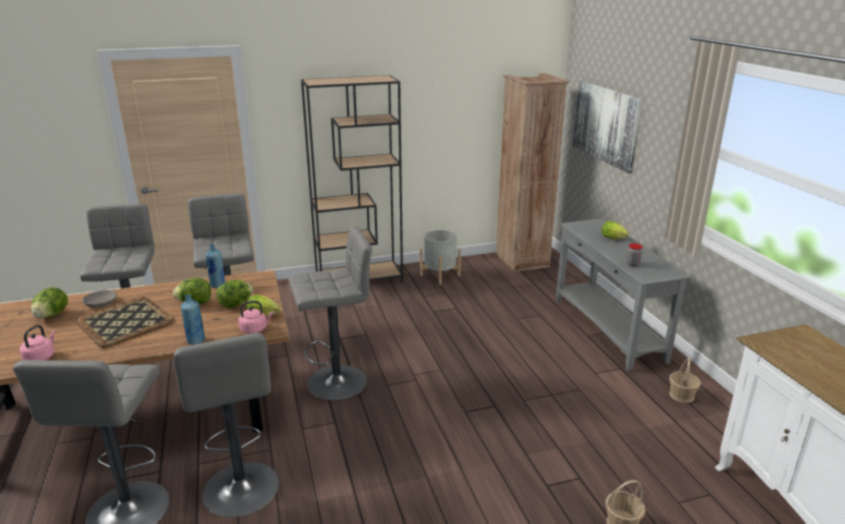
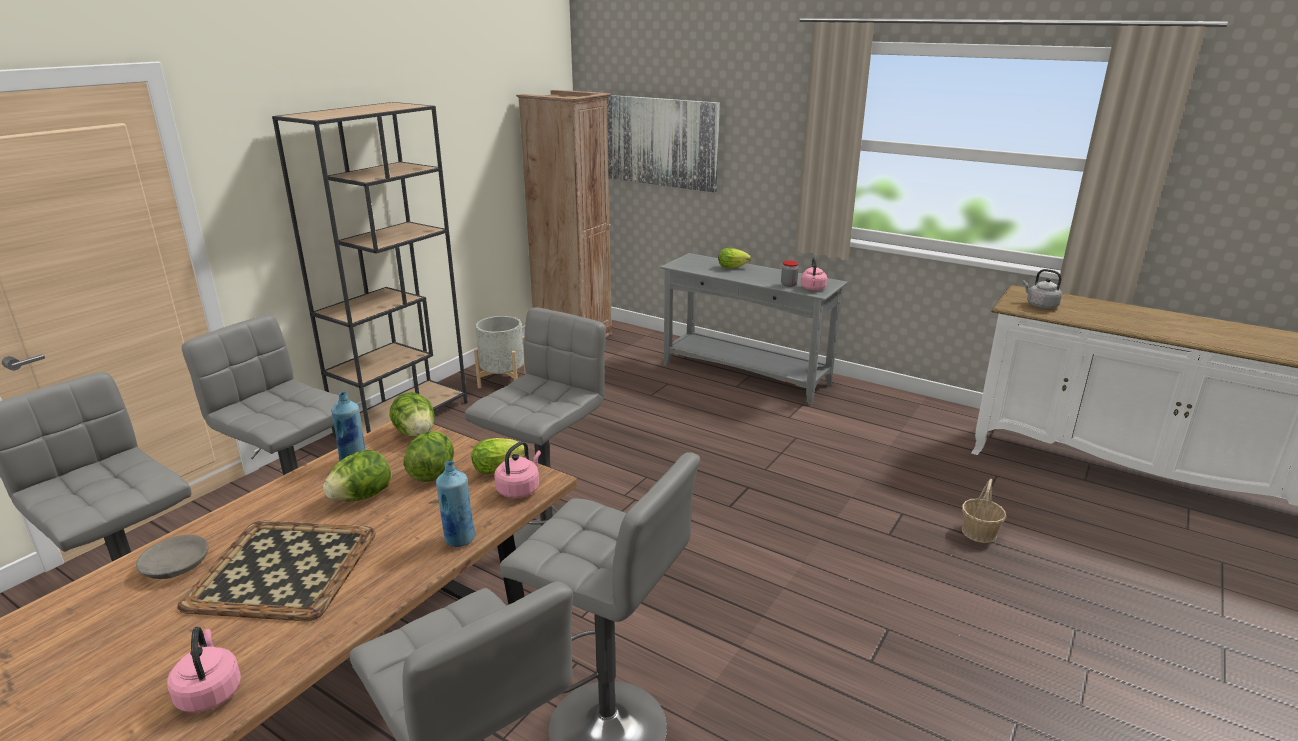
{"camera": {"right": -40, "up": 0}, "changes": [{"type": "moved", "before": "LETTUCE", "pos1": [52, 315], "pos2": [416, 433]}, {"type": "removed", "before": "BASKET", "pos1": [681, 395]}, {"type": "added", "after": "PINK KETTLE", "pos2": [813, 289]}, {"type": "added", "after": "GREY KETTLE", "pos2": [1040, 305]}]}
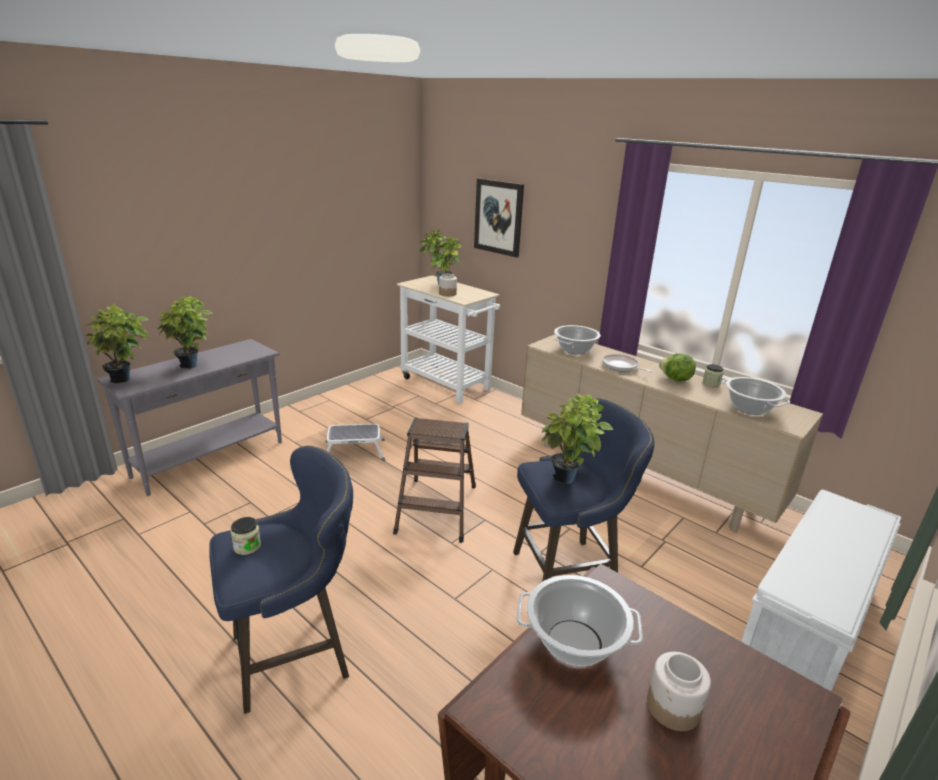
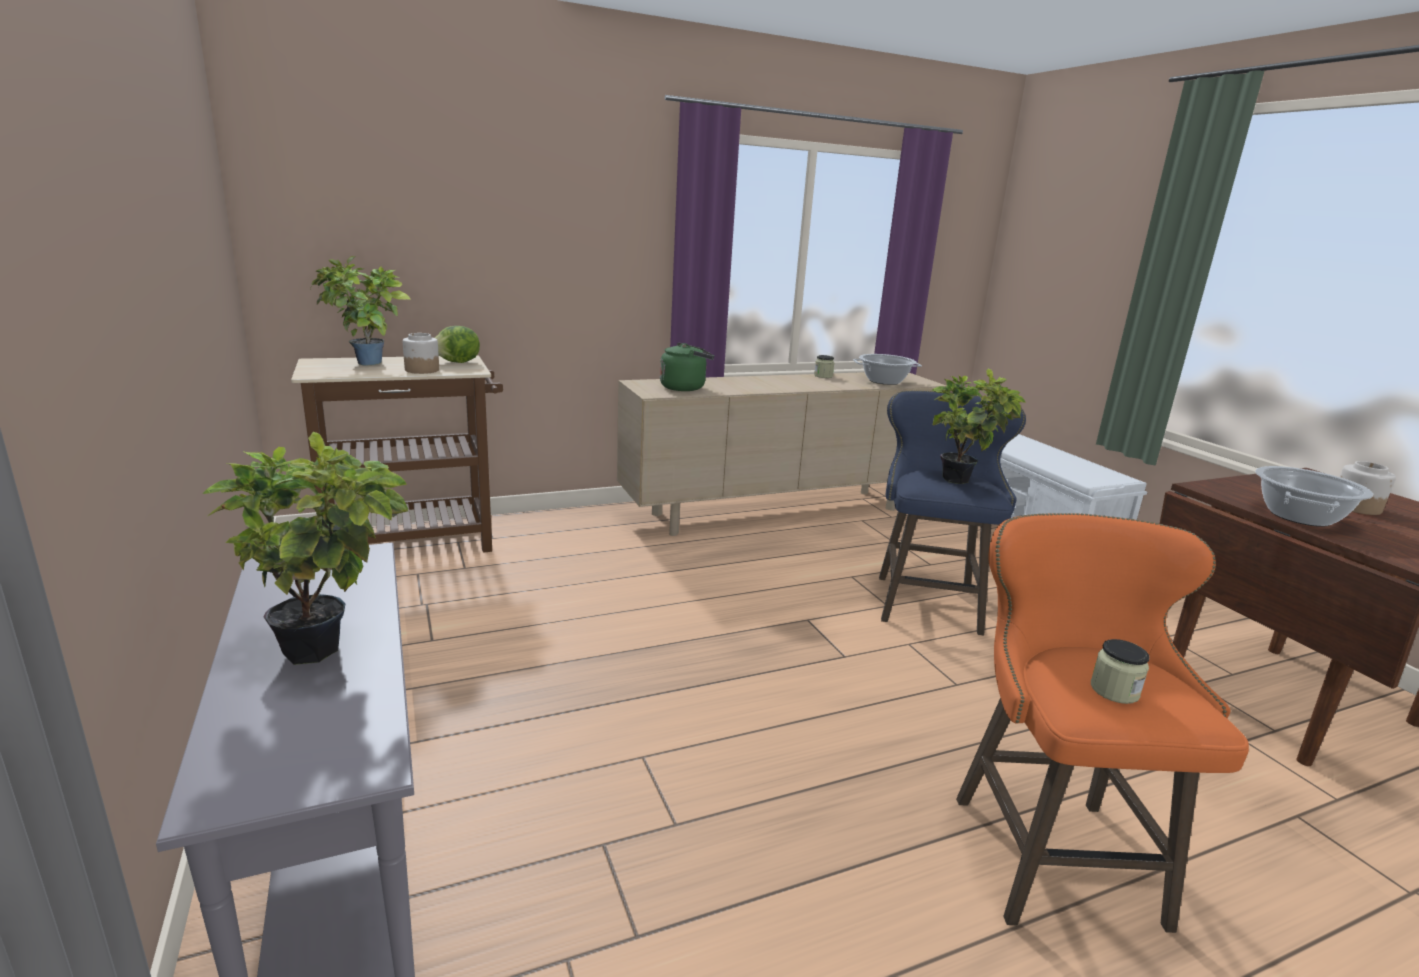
{"camera": {"right": -65, "up": -5}, "changes": [{"type": "removed", "before": "PICTURE", "pos1": [498, 217]}, {"type": "recoloured", "before": "WHITE CART", "after": "BROWN CART", "pos1": [446, 384], "pos2": [413, 543]}, {"type": "removed", "before": "POTTED PLANT", "pos1": [126, 380]}, {"type": "replaced", "before": "COOKING POT", "after": "GREEN KETTLE", "pos1": [575, 350], "pos2": [685, 387]}, {"type": "moved", "before": "LETTUCE", "pos1": [675, 379], "pos2": [458, 362]}, {"type": "removed", "before": "FRYING PAN", "pos1": [621, 367]}, {"type": "removed", "before": "BROWN STEP LADDER", "pos1": [437, 508]}, {"type": "removed", "before": "GREY STEP LADDER", "pos1": [354, 451]}, {"type": "recoloured", "before": "BLUE STOOL", "after": "ORANGE STOOL", "pos1": [296, 653], "pos2": [1051, 850]}]}
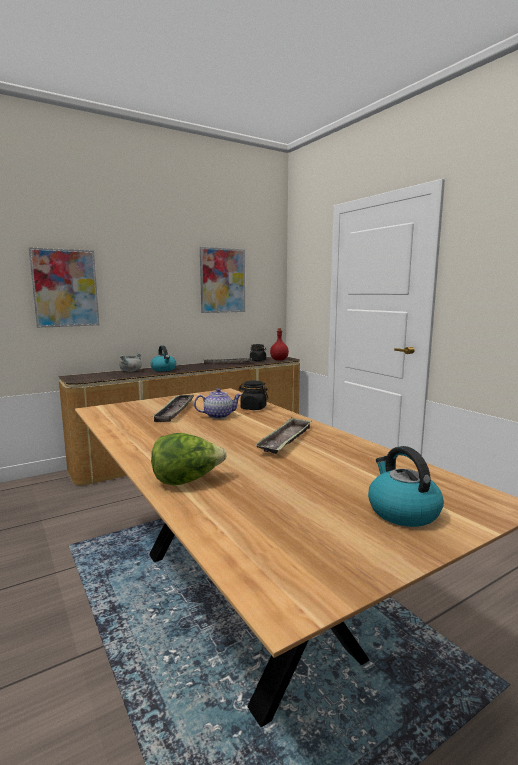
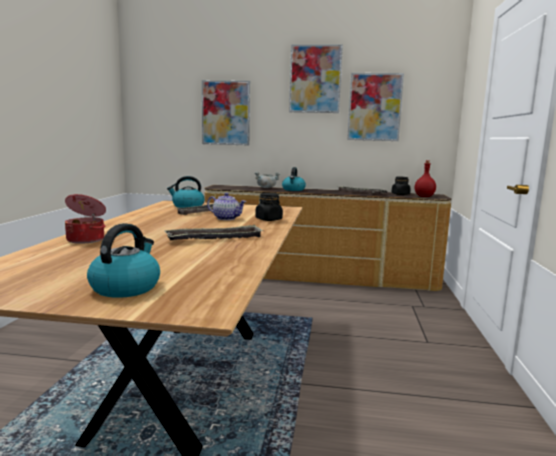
{"camera": {"right": 40, "up": 0}, "changes": [{"type": "replaced", "before": "LETTUCE", "after": "COOKING POT", "pos1": [187, 481], "pos2": [86, 239]}, {"type": "added", "after": "PICTURE", "pos2": [315, 79]}, {"type": "added", "after": "KETTLE", "pos2": [187, 206]}]}
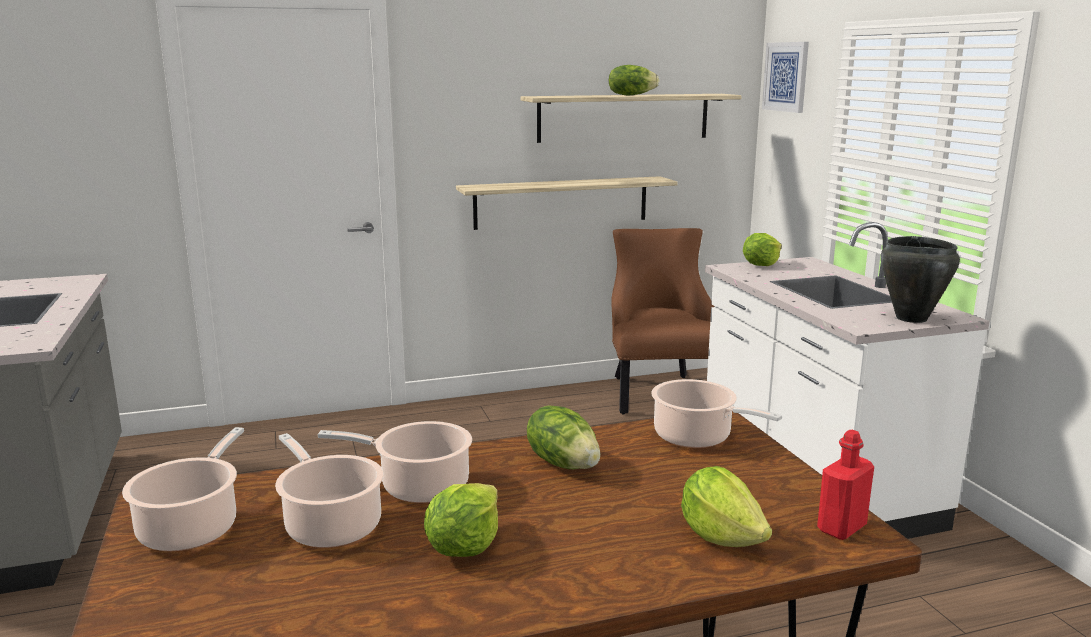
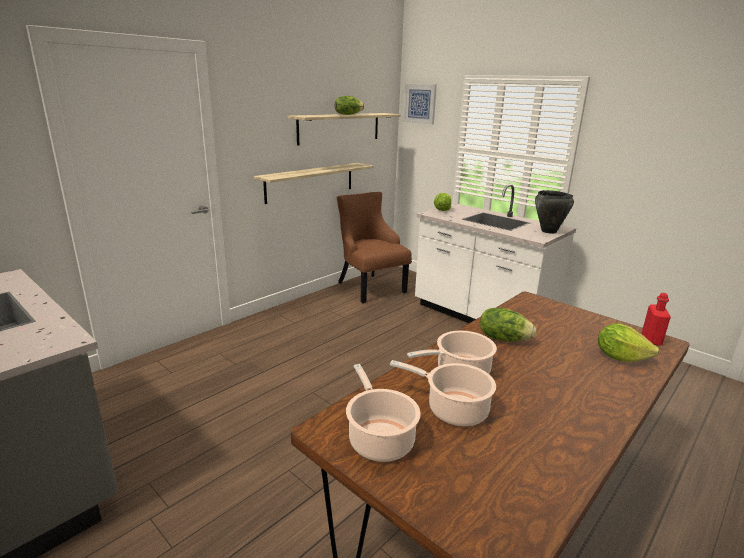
{"camera": {"right": -30, "up": 5}, "changes": [{"type": "removed", "before": "COOKING POT", "pos1": [697, 437]}, {"type": "removed", "before": "LETTUCE", "pos1": [464, 546]}]}
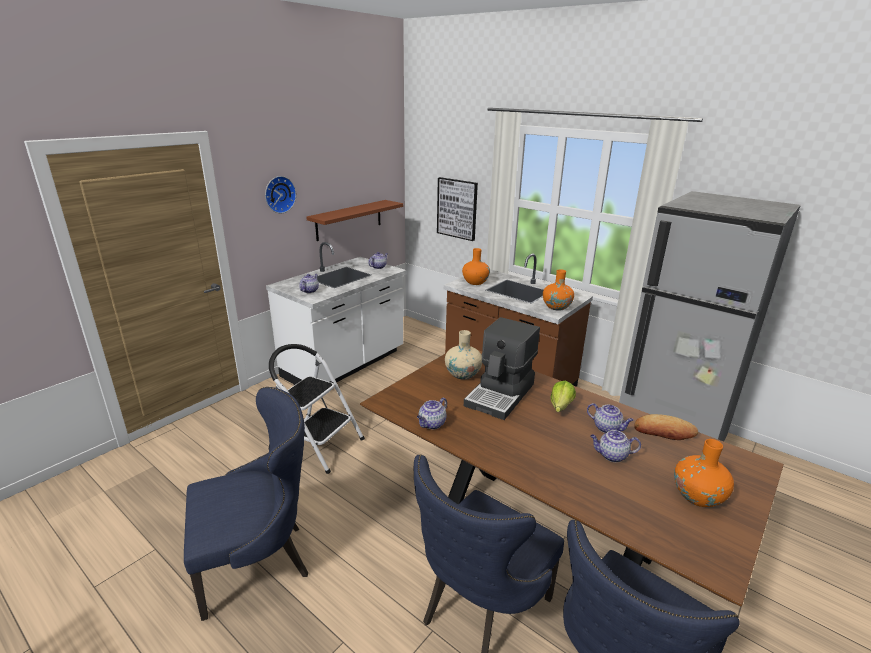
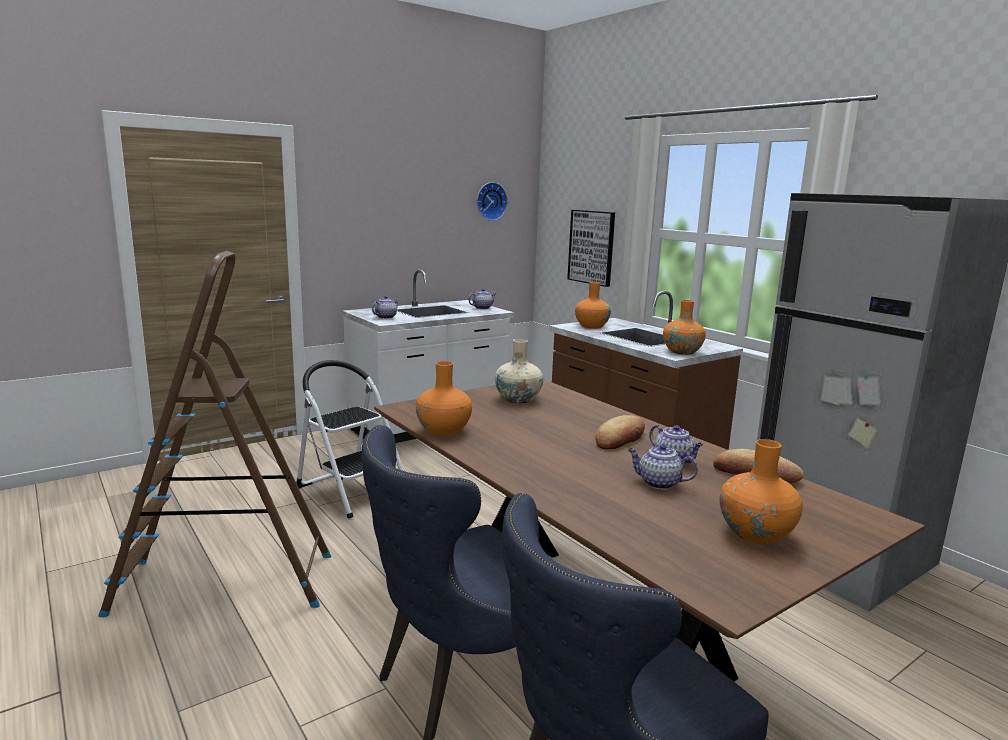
{"camera": {"right": 15, "up": -10}, "changes": [{"type": "moved", "before": "WALL CLOCK", "pos1": [279, 194], "pos2": [490, 201]}, {"type": "removed", "before": "BROWN SHELF", "pos1": [349, 220]}, {"type": "removed", "before": "COFFEE MACHINE", "pos1": [501, 395]}, {"type": "replaced", "before": "LETTUCE", "after": "BREAD", "pos1": [559, 409], "pos2": [620, 438]}, {"type": "replaced", "before": "BLUE CHAIR", "after": "BROWN STEP LADDER", "pos1": [258, 563], "pos2": [223, 584]}, {"type": "replaced", "before": "TEAPOT", "after": "ORANGE VASE", "pos1": [432, 424], "pos2": [443, 430]}]}
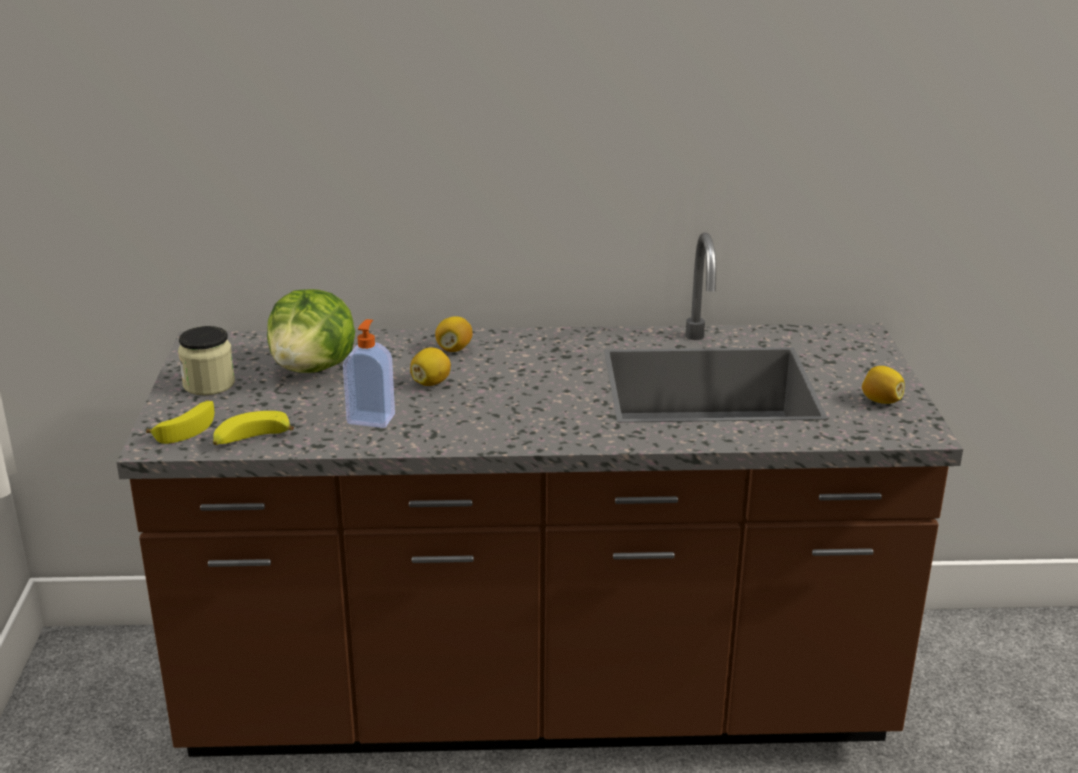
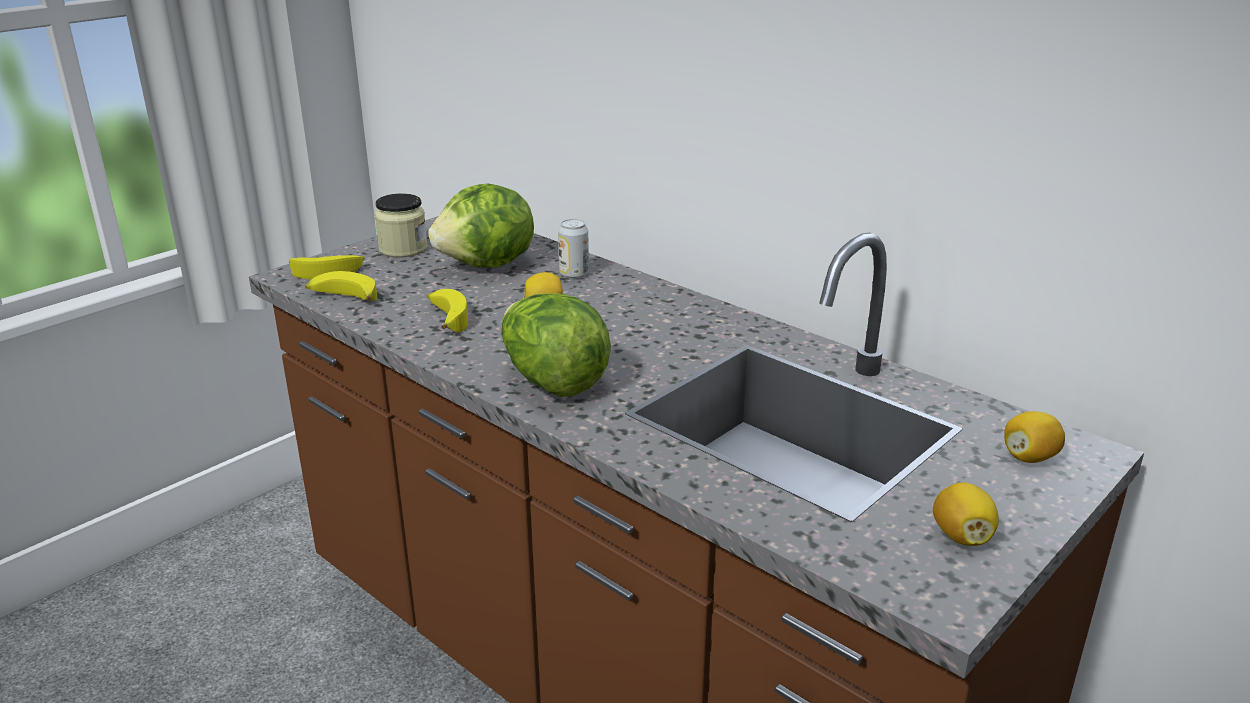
{"camera": {"right": 45, "up": 0}, "changes": [{"type": "moved", "before": "LEMON", "pos1": [454, 349], "pos2": [1029, 457]}, {"type": "replaced", "before": "SOAP DISPENSER", "after": "BANANA", "pos1": [371, 418], "pos2": [446, 318]}, {"type": "added", "after": "CAN", "pos2": [574, 274]}, {"type": "added", "after": "LETTUCE", "pos2": [552, 381]}]}
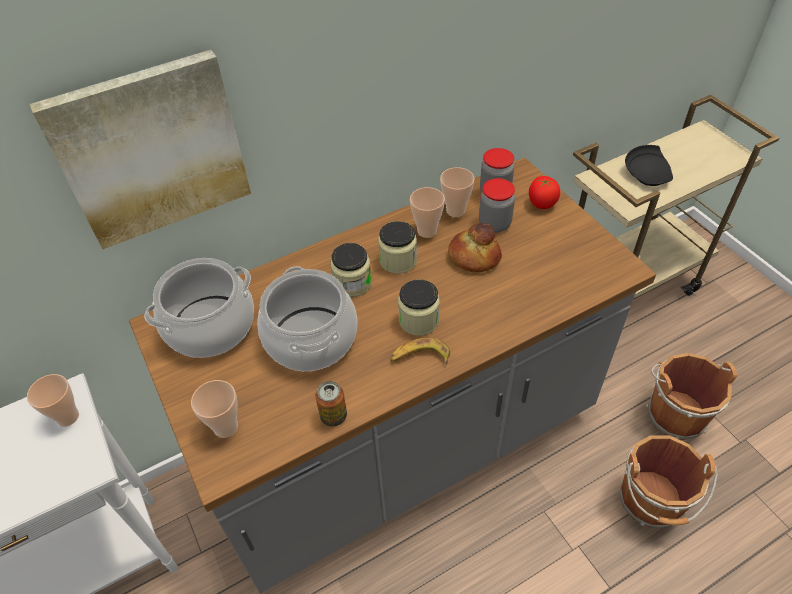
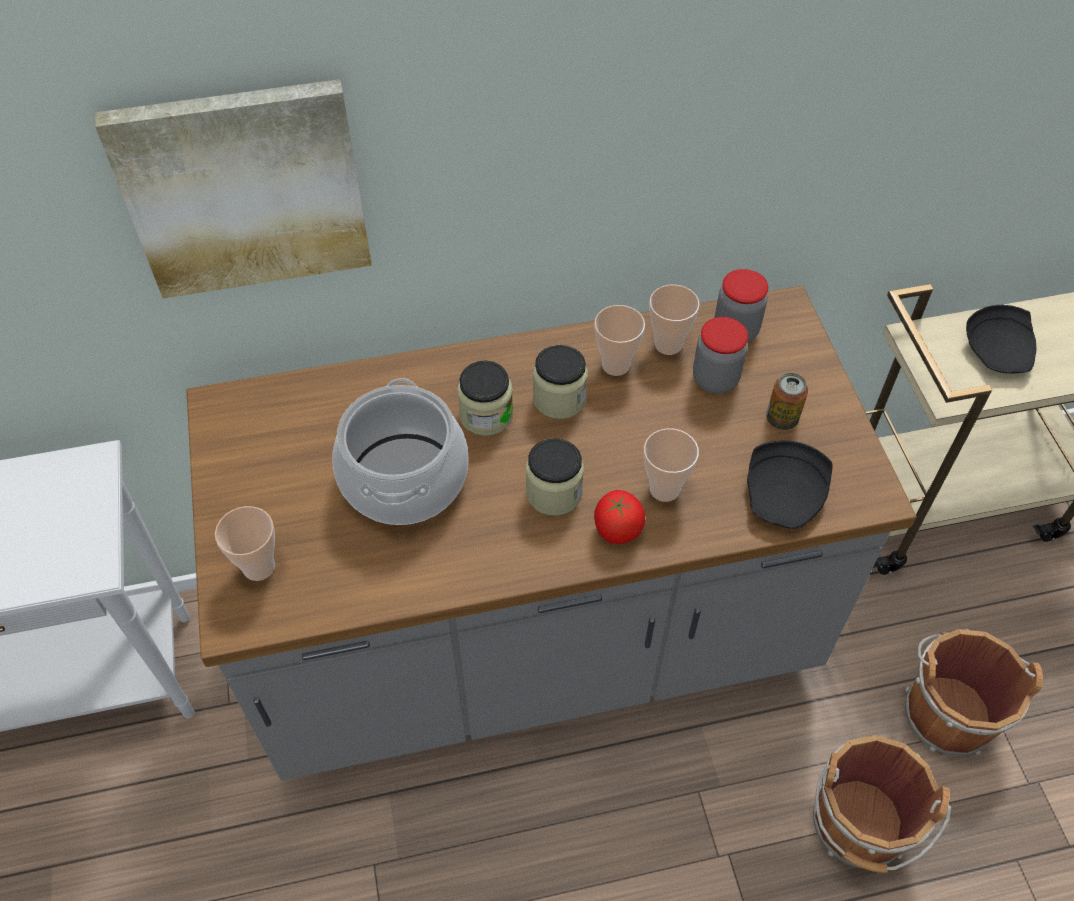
{"camera": {"right": 15, "up": 5}, "changes": [{"type": "moved", "before": "TOMATO", "pos1": [541, 204], "pos2": [617, 530]}, {"type": "removed", "before": "BREAD", "pos1": [473, 257]}, {"type": "removed", "before": "COOKING POT", "pos1": [210, 325]}, {"type": "removed", "before": "BANANA", "pos1": [420, 357]}, {"type": "moved", "before": "CUP", "pos1": [67, 417], "pos2": [664, 489]}, {"type": "moved", "before": "CAN", "pos1": [333, 416], "pos2": [782, 419]}, {"type": "added", "after": "BLACK PLATE", "pos2": [785, 496]}]}
